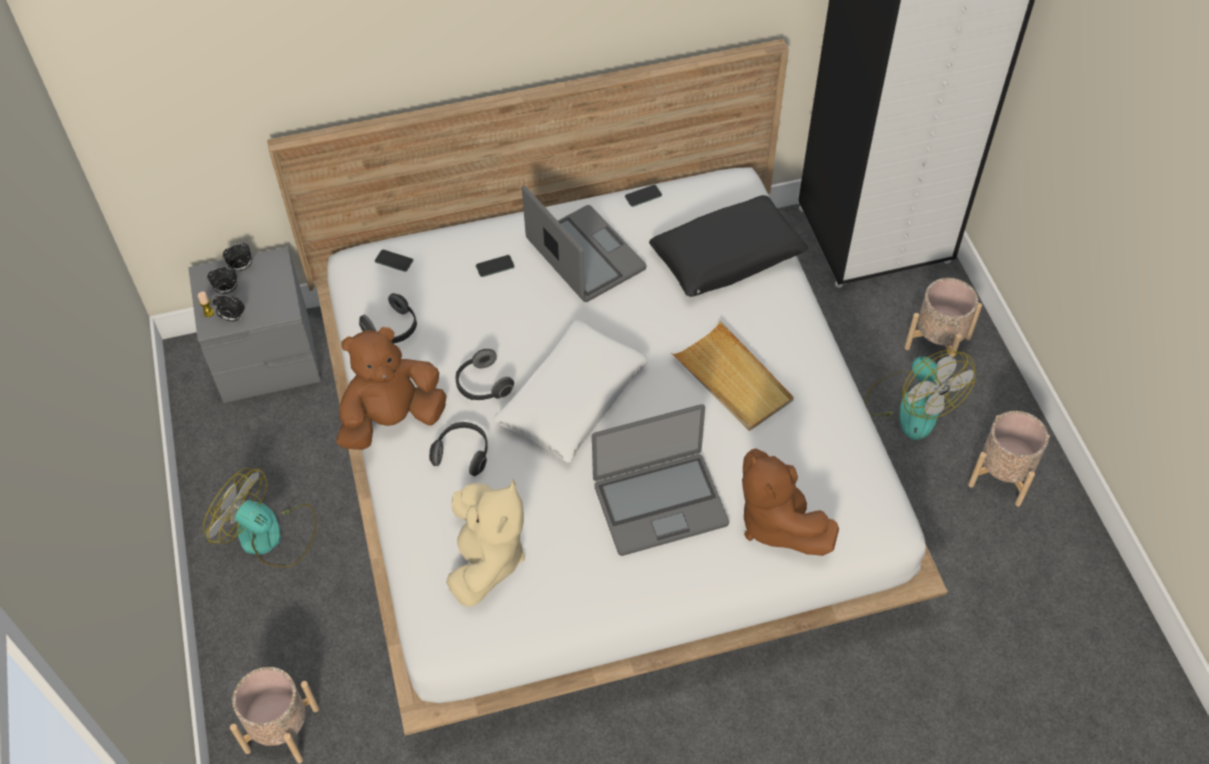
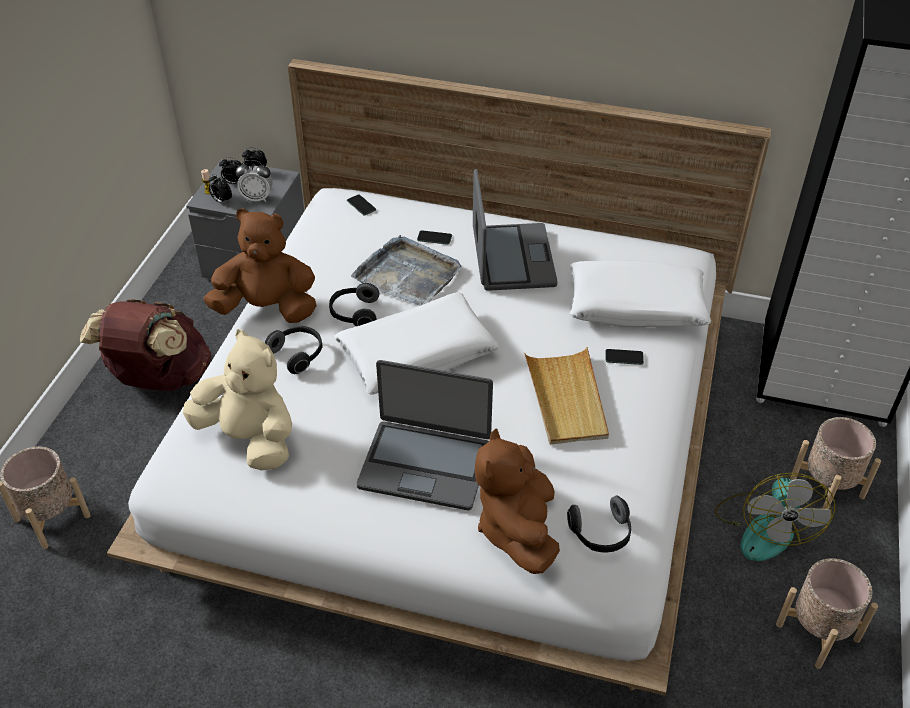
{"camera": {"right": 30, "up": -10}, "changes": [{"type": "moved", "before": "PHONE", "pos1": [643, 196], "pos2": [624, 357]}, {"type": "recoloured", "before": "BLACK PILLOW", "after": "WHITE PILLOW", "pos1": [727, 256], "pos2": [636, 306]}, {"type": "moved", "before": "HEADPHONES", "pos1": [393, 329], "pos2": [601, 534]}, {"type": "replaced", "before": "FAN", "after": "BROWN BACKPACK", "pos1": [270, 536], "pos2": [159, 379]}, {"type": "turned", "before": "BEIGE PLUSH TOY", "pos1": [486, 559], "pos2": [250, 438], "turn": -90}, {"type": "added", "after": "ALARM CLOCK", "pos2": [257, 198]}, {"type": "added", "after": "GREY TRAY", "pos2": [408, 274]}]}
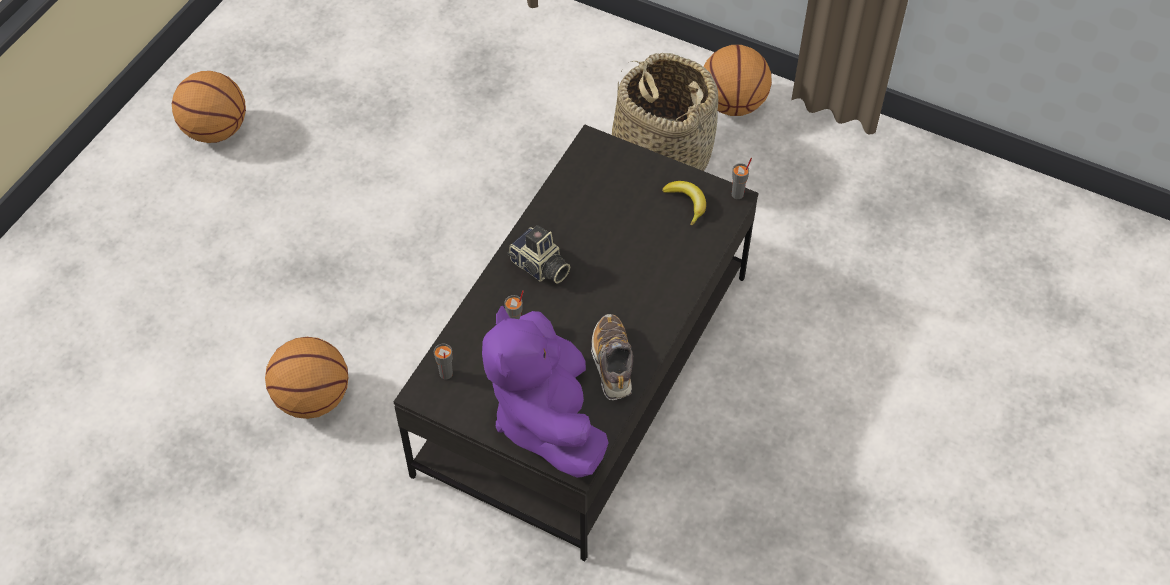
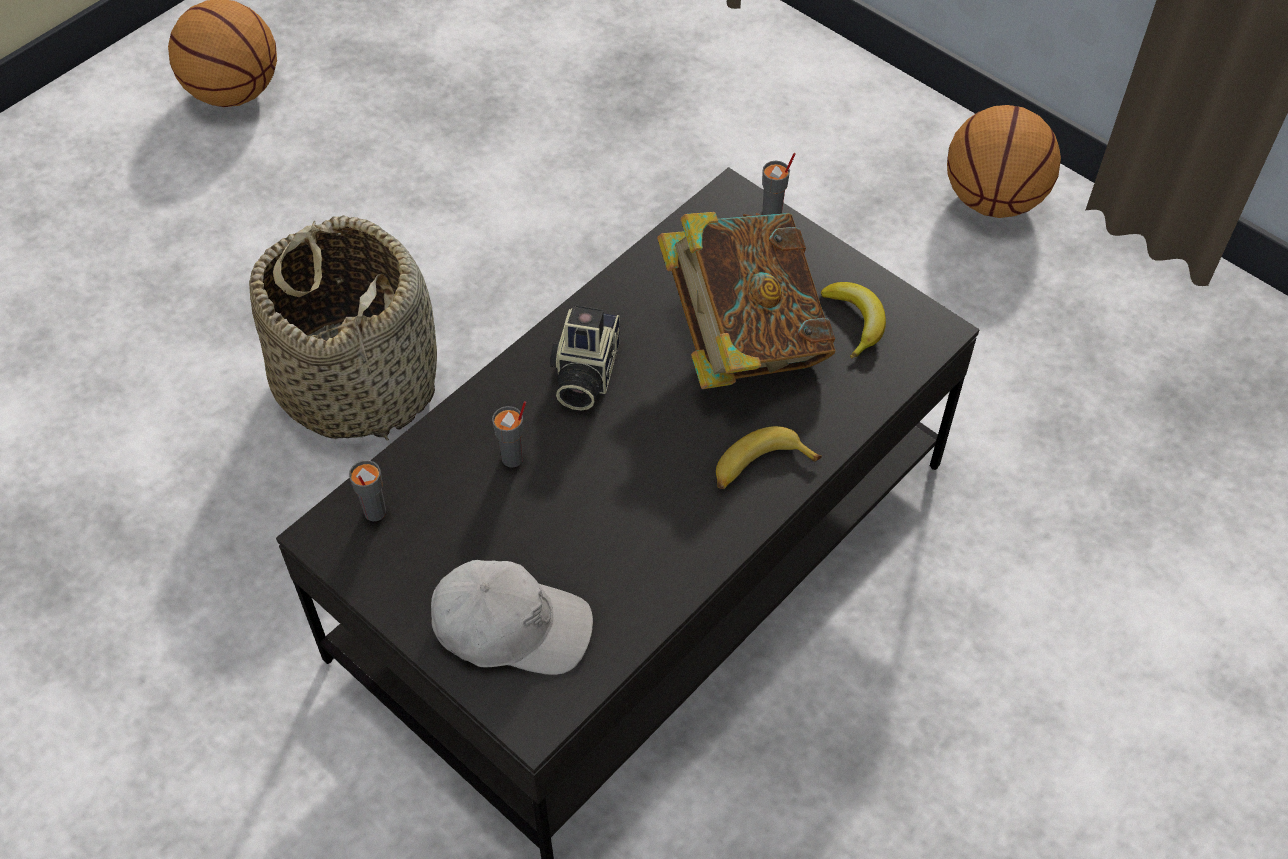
{"camera": {"right": 15, "up": 0}, "changes": [{"type": "moved", "before": "BASKET", "pos1": [661, 154], "pos2": [358, 381]}, {"type": "moved", "before": "GREY CUP", "pos1": [738, 194], "pos2": [772, 214]}, {"type": "turned", "before": "PHOTO CAMERA", "pos1": [539, 267], "pos2": [583, 374], "turn": 45}, {"type": "replaced", "before": "PURPLE PLUSH TOY", "after": "WHITE CAP", "pos1": [547, 419], "pos2": [511, 626]}, {"type": "removed", "before": "SHOE", "pos1": [612, 363]}, {"type": "removed", "before": "BASKETBALL", "pos1": [313, 397]}, {"type": "added", "after": "BOOK", "pos2": [743, 339]}, {"type": "added", "after": "BANANA", "pos2": [759, 467]}]}
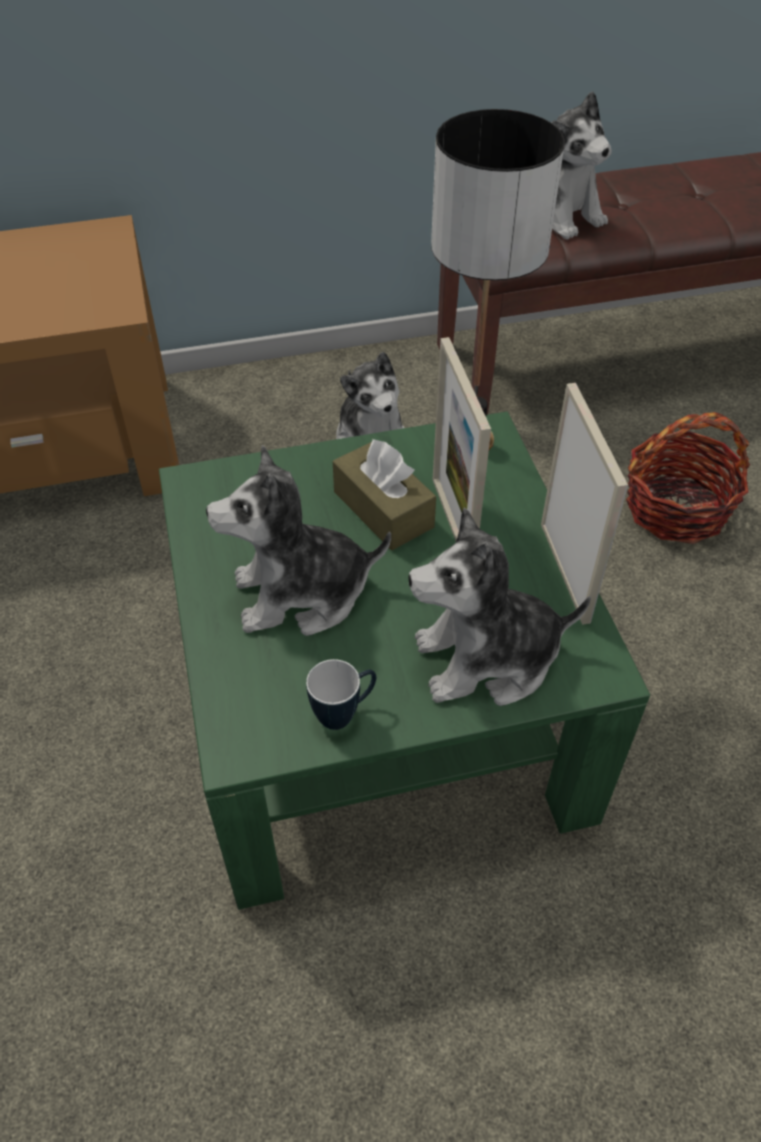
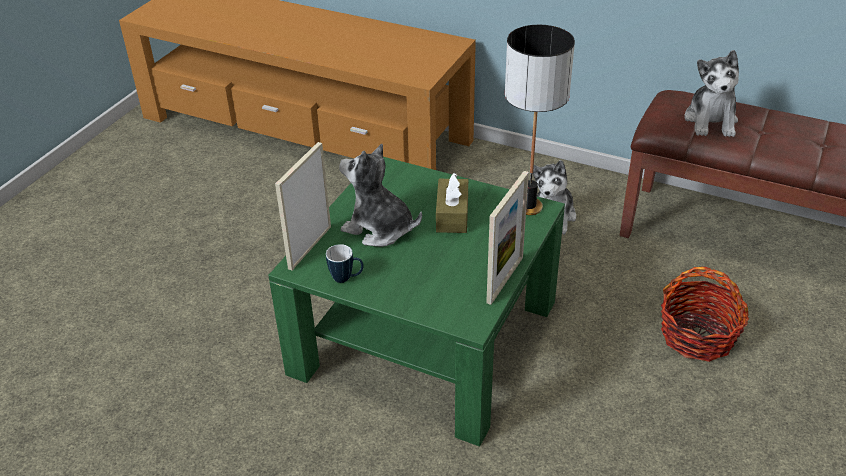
{"camera": {"right": 40, "up": -10}, "changes": [{"type": "moved", "before": "PICTURE FRAME", "pos1": [452, 522], "pos2": [310, 247]}, {"type": "removed", "before": "PLUSH TOY", "pos1": [487, 659]}]}
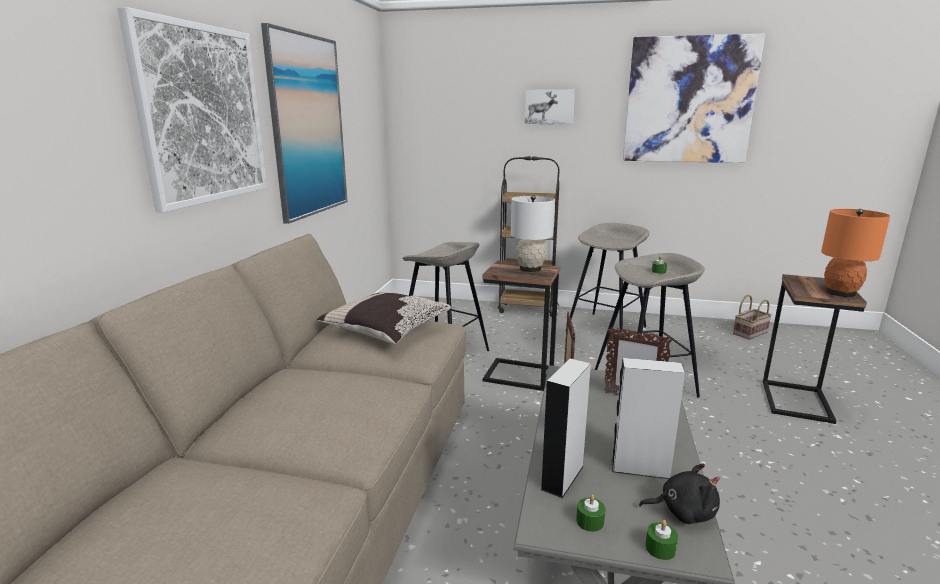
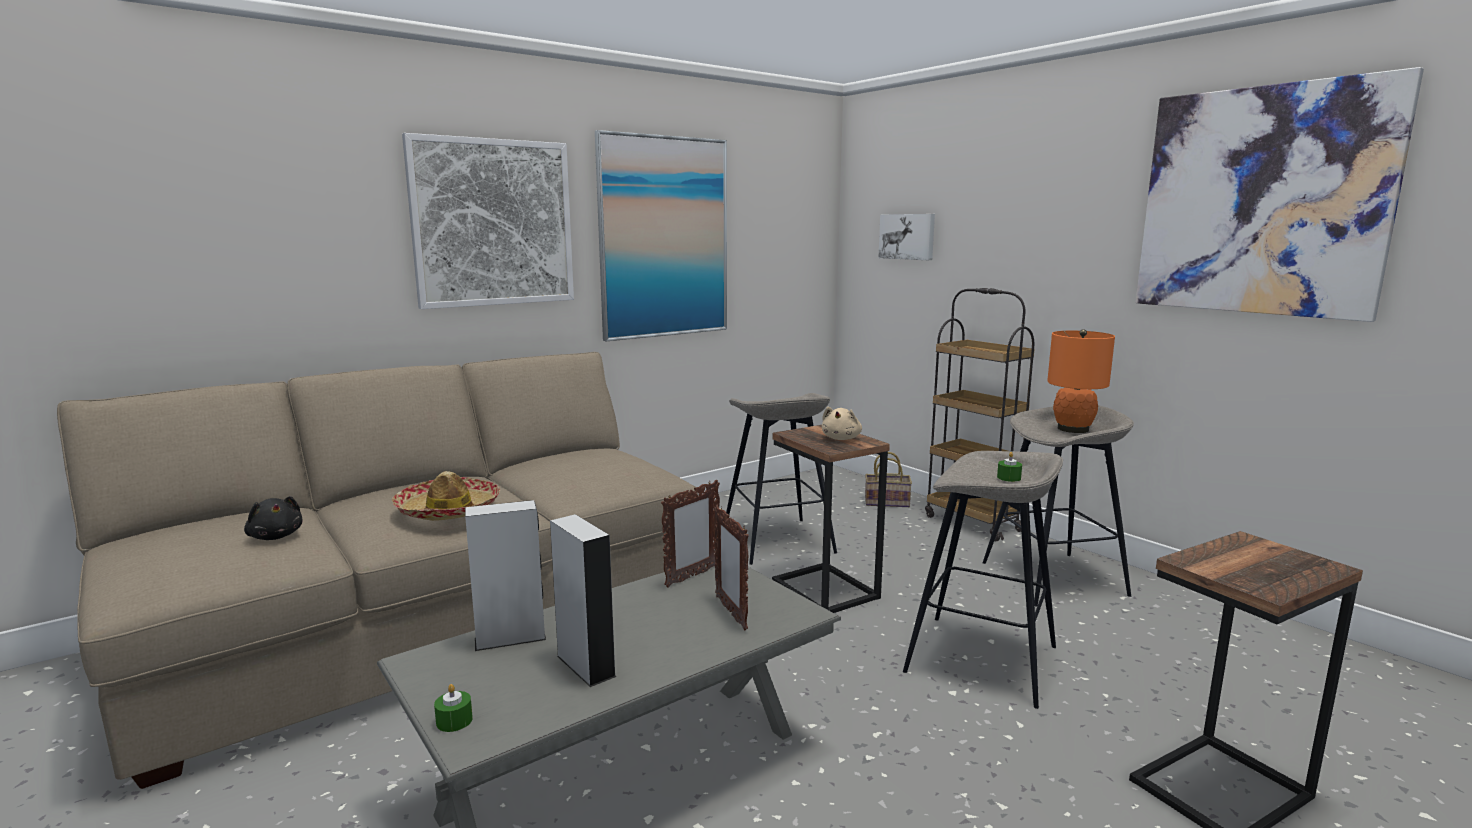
{"camera": {"right": 40, "up": -5}, "changes": [{"type": "moved", "before": "PICTURE", "pos1": [549, 106], "pos2": [907, 236]}, {"type": "replaced", "before": "WHITE TABLE LAMP", "after": "BEIGE PLUSH TOY", "pos1": [530, 268], "pos2": [841, 438]}, {"type": "moved", "before": "ORANGE TABLE LAMP", "pos1": [840, 293], "pos2": [1072, 429]}, {"type": "removed", "before": "PILLOW", "pos1": [387, 330]}, {"type": "moved", "before": "BASKET", "pos1": [750, 333], "pos2": [888, 502]}, {"type": "moved", "before": "BLACK PLUSH TOY", "pos1": [683, 512], "pos2": [276, 536]}, {"type": "removed", "before": "GREEN CANDLE", "pos1": [590, 521]}, {"type": "added", "after": "HAT", "pos2": [448, 510]}]}
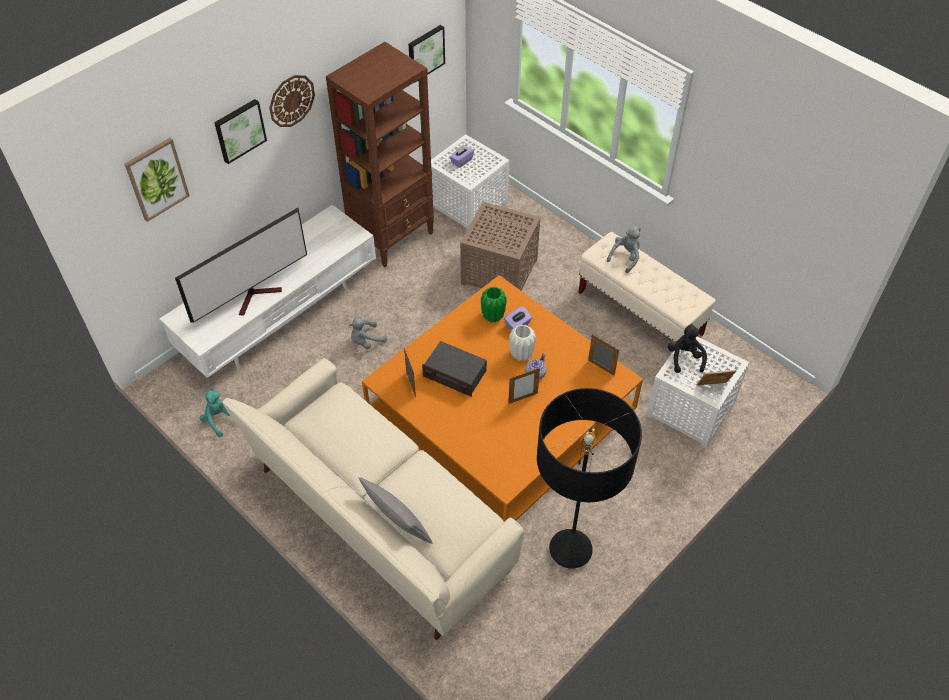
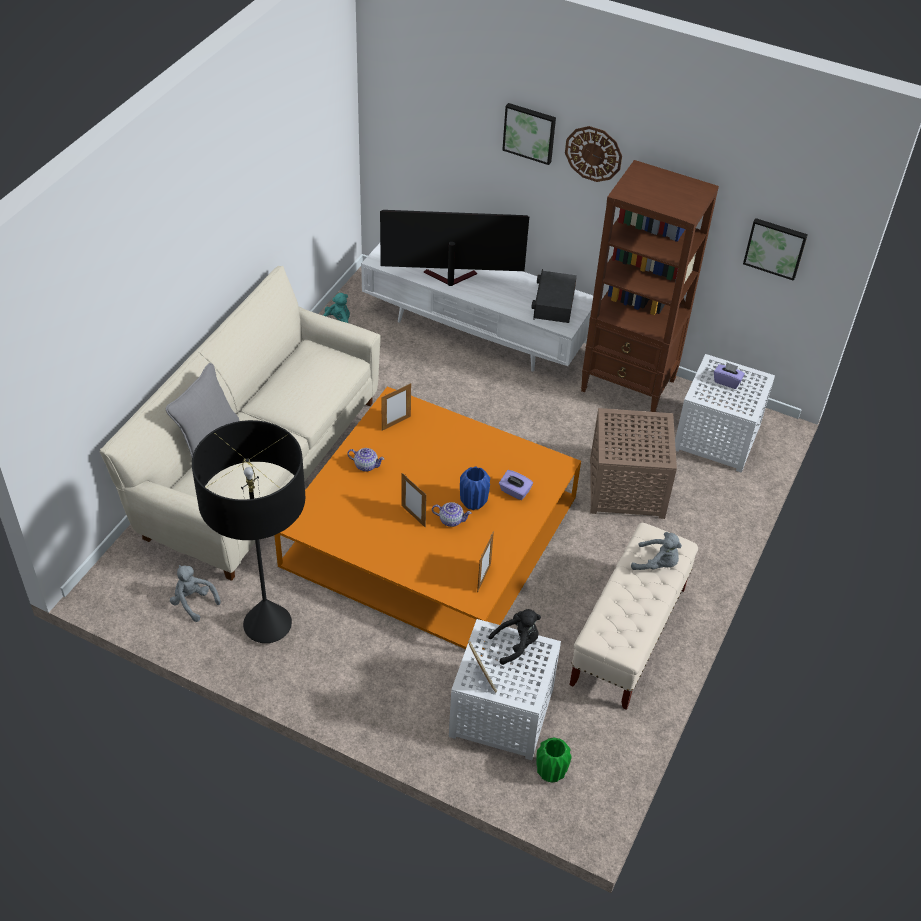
{"camera": {"right": 70, "up": -5}, "changes": [{"type": "removed", "before": "PICTURE", "pos1": [157, 179]}, {"type": "turned", "before": "TELEVISION", "pos1": [257, 296], "pos2": [448, 279], "turn": 150}, {"type": "moved", "before": "GREEN VASE", "pos1": [493, 316], "pos2": [551, 773]}, {"type": "moved", "before": "GREY PLUSH TOY", "pos1": [366, 341], "pos2": [193, 602]}, {"type": "recoloured", "before": "WHITE VASE", "after": "BLUE VASE", "pos1": [521, 354], "pos2": [473, 503]}, {"type": "moved", "before": "RADIO", "pos1": [455, 374], "pos2": [553, 304]}, {"type": "added", "after": "TEAPOT", "pos2": [366, 465]}]}
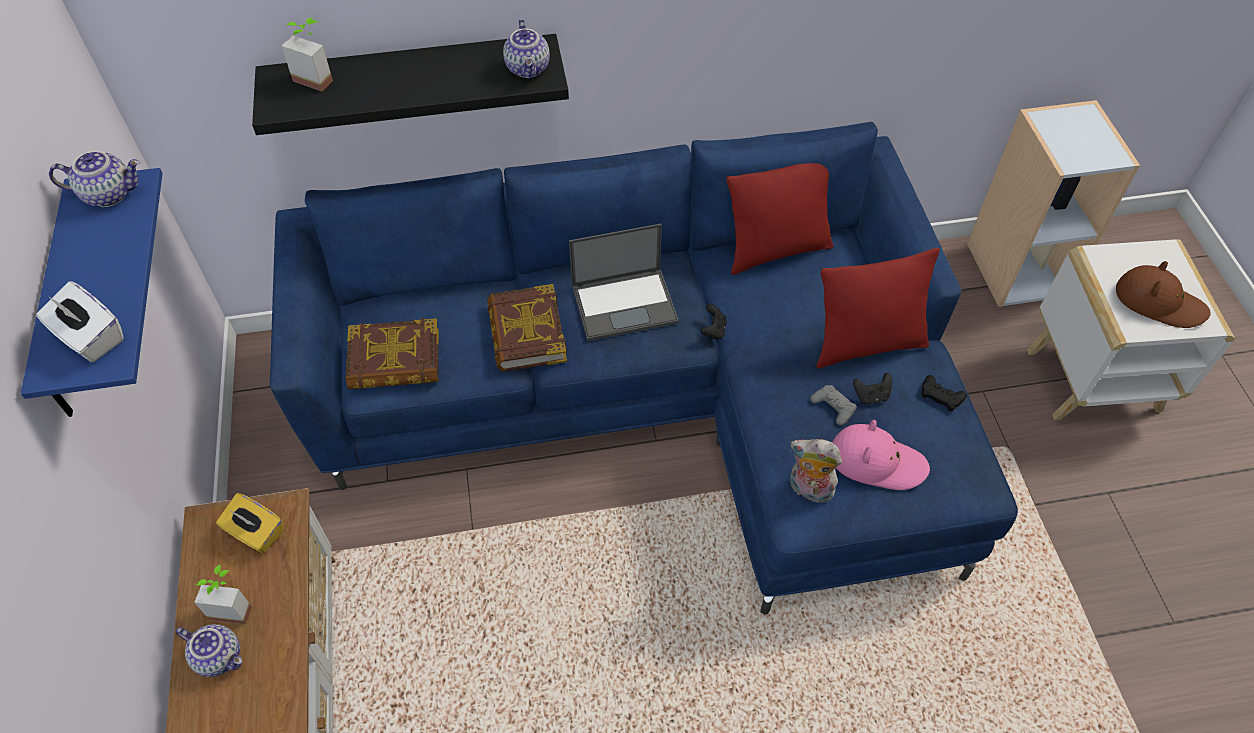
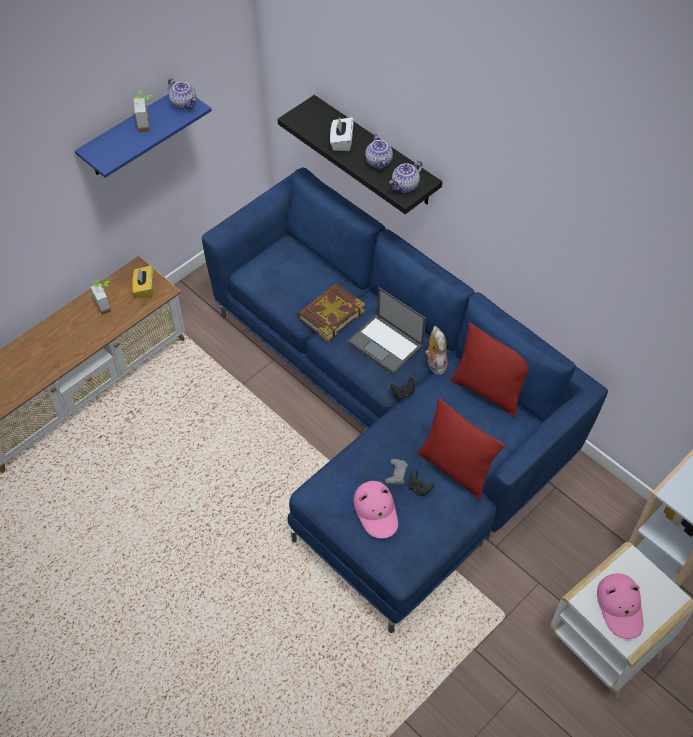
{"camera": {"right": 55, "up": 0}, "changes": [{"type": "moved", "before": "POTTED PLANT", "pos1": [317, 76], "pos2": [148, 124]}, {"type": "recoloured", "before": "BROWN HAT", "after": "PINK HAT", "pos1": [1158, 302], "pos2": [620, 607]}, {"type": "moved", "before": "WHITE TISSUE BOX", "pos1": [90, 338], "pos2": [341, 142]}, {"type": "removed", "before": "BOOK", "pos1": [395, 361]}, {"type": "removed", "before": "BLACK GAME CONTROLLER", "pos1": [941, 395]}, {"type": "moved", "before": "PLUSH TOY", "pos1": [808, 490], "pos2": [434, 363]}, {"type": "moved", "before": "TEAPOT", "pos1": [220, 656], "pos2": [379, 162]}]}
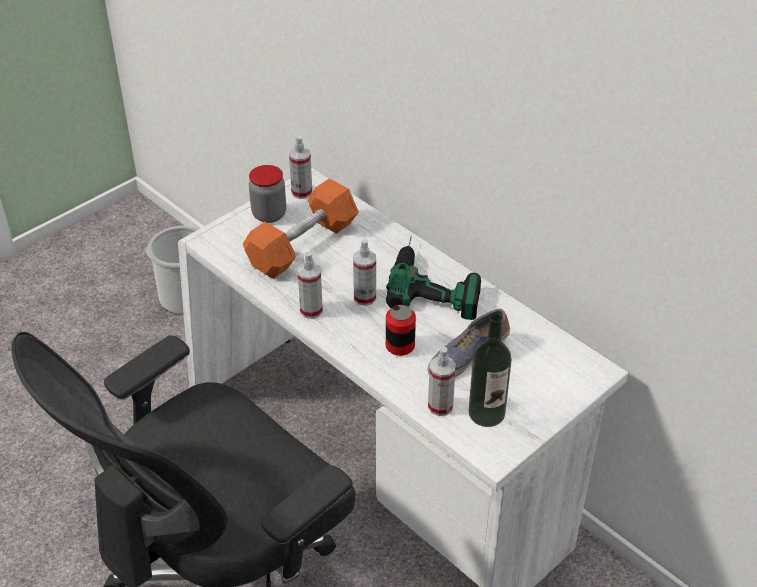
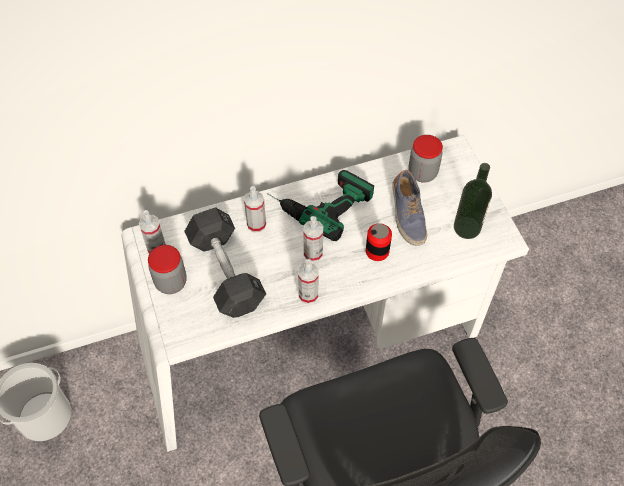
{"camera": {"right": -65, "up": 15}, "changes": [{"type": "recoloured", "before": "ORANGE DUMBBELL", "after": "GREY DUMBBELL", "pos1": [302, 245], "pos2": [226, 272]}, {"type": "moved", "before": "SPRAY BOTTLE", "pos1": [440, 406], "pos2": [256, 224]}, {"type": "added", "after": "JAR", "pos2": [422, 173]}]}
